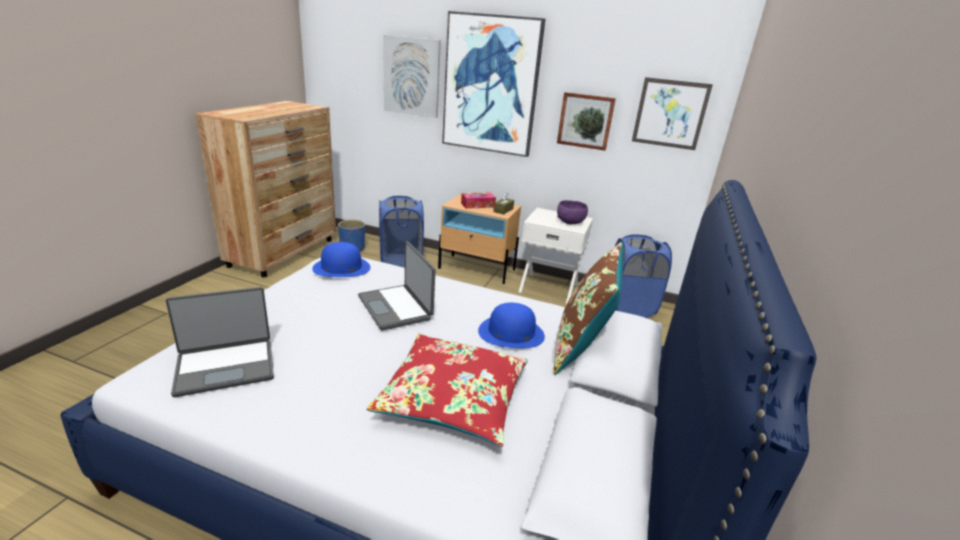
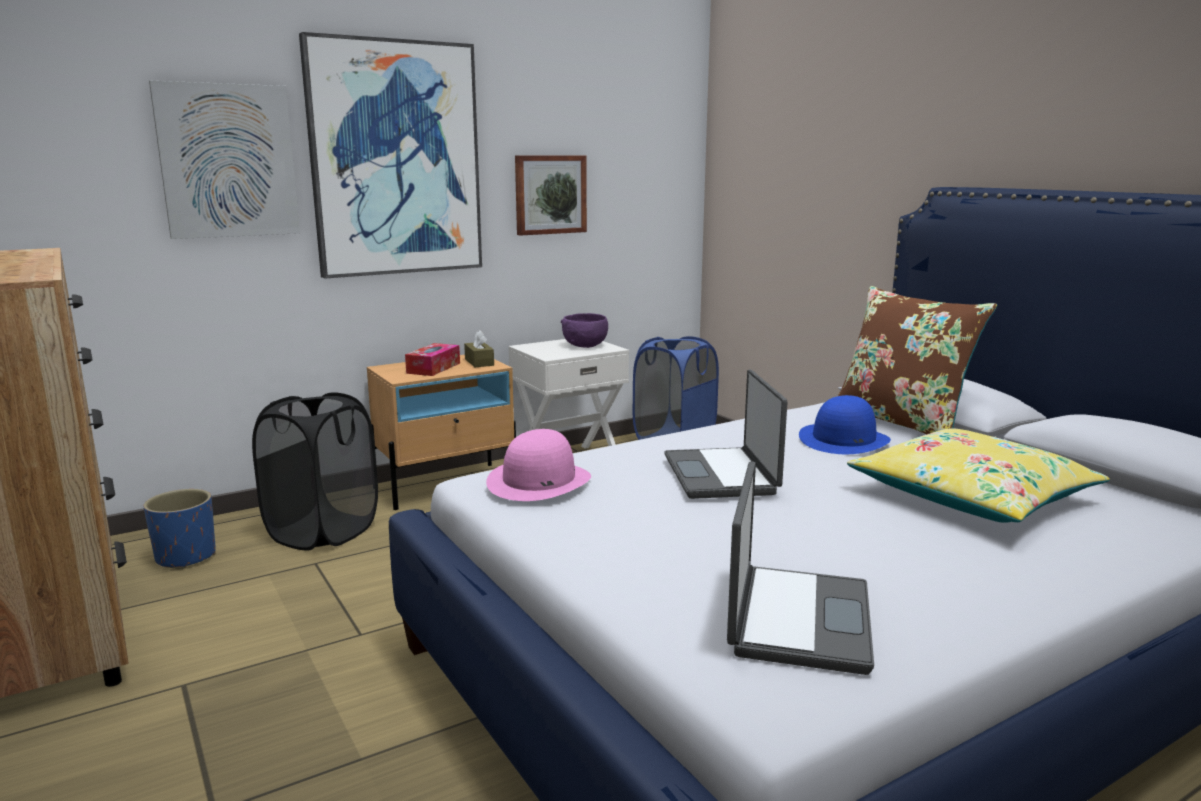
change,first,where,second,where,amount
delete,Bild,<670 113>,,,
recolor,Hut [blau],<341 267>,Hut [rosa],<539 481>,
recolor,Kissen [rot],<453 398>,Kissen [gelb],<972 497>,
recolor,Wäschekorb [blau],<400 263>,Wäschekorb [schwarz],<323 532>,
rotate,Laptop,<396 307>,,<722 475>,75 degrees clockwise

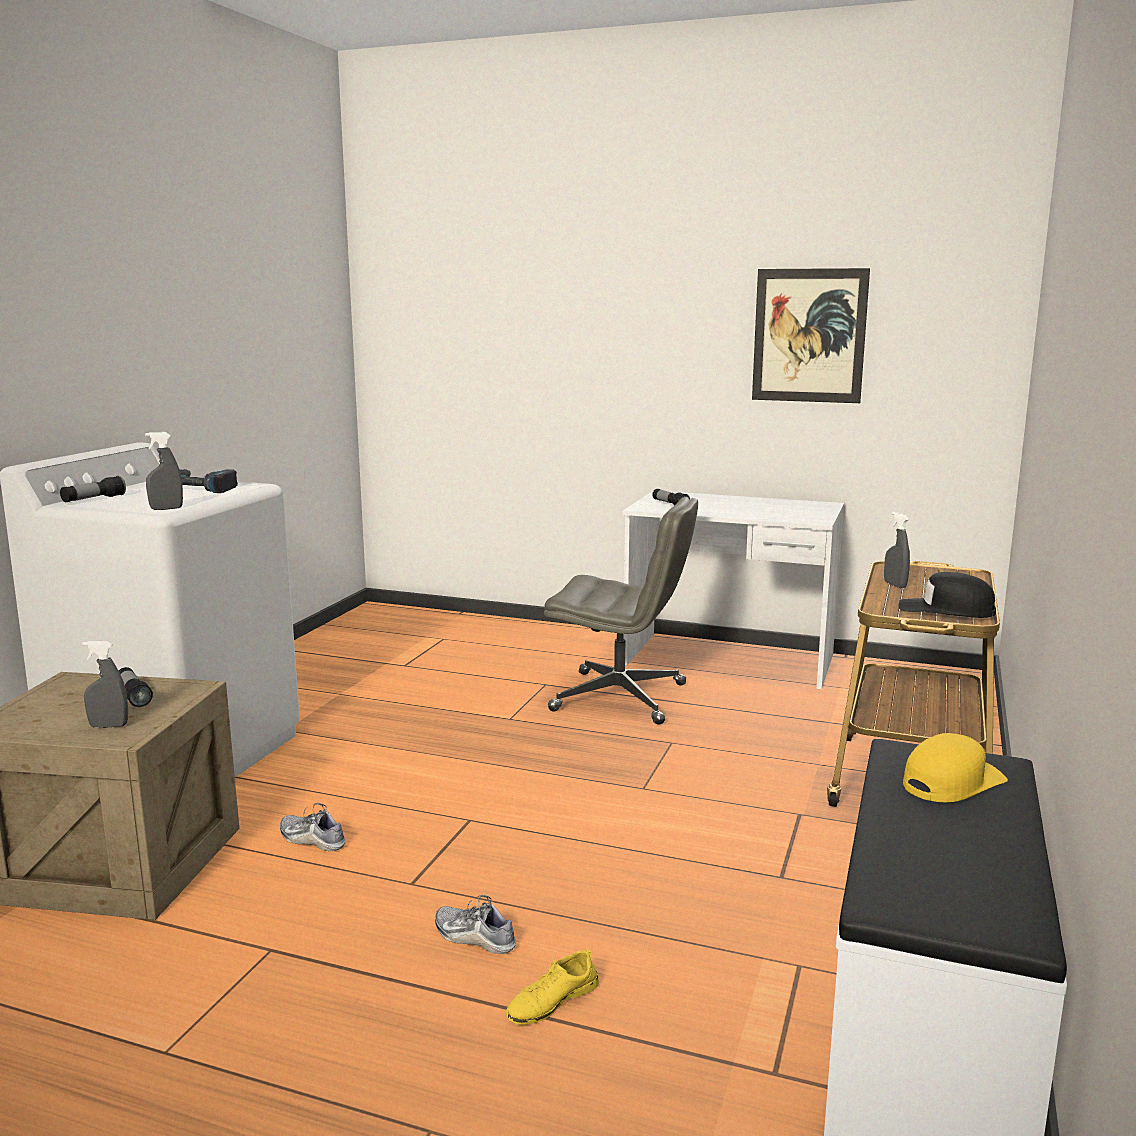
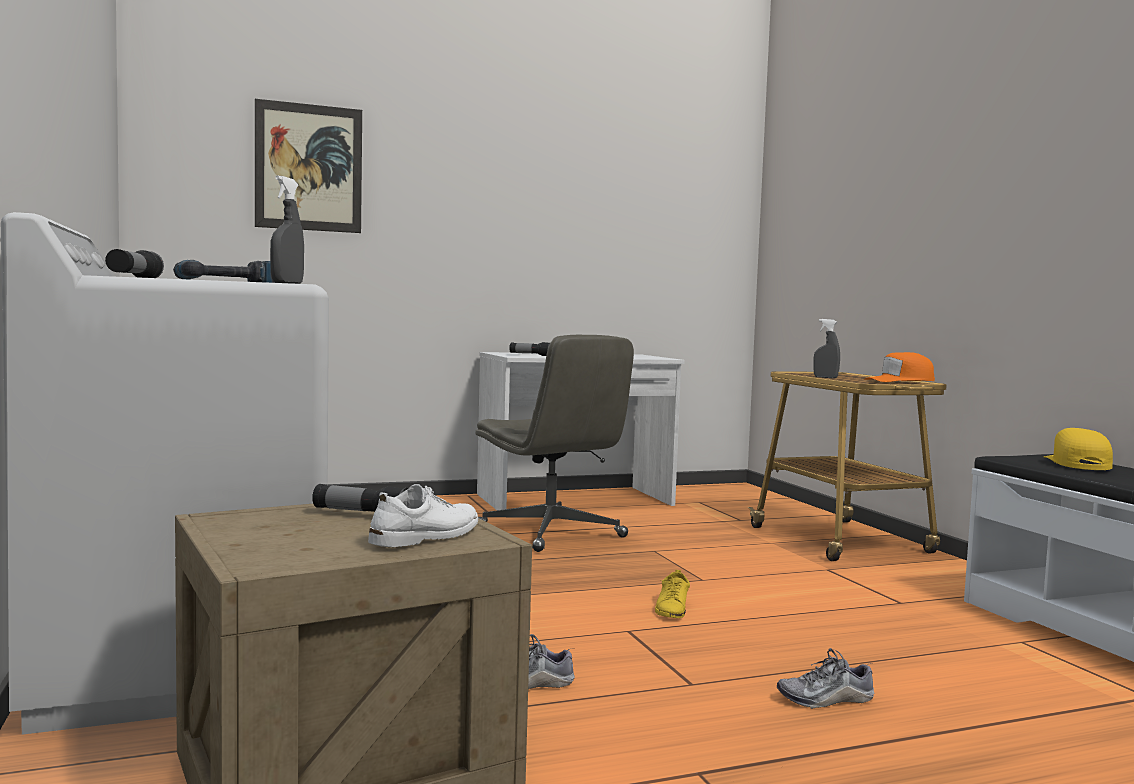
change,first,where,second,where,amount
move,Schuh [gelb],<552 1001>,,<672 608>,
move,Bild,<809 336>,,<309 167>,
replace,Sprühflasche [grau],<109 726>,Schuh [weiß],<427 535>,
recolor,Kappe [schwarz],<946 610>,Kappe [orange],<900 381>,
rotate,Bürostuhl [grau],<621 697>,,<551 533>,75 degrees clockwise

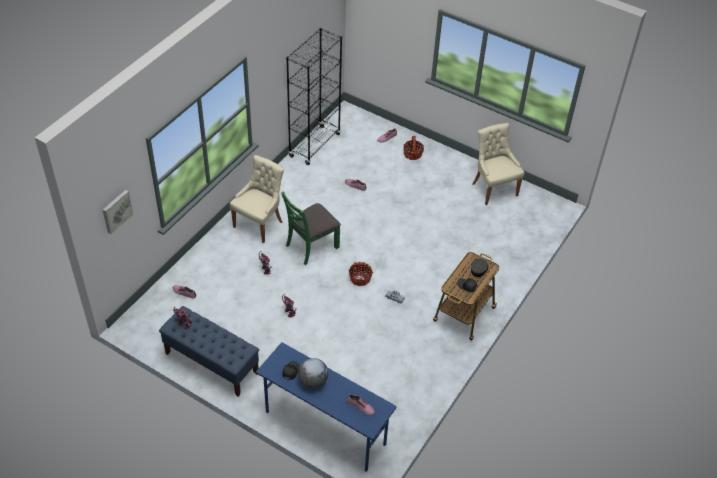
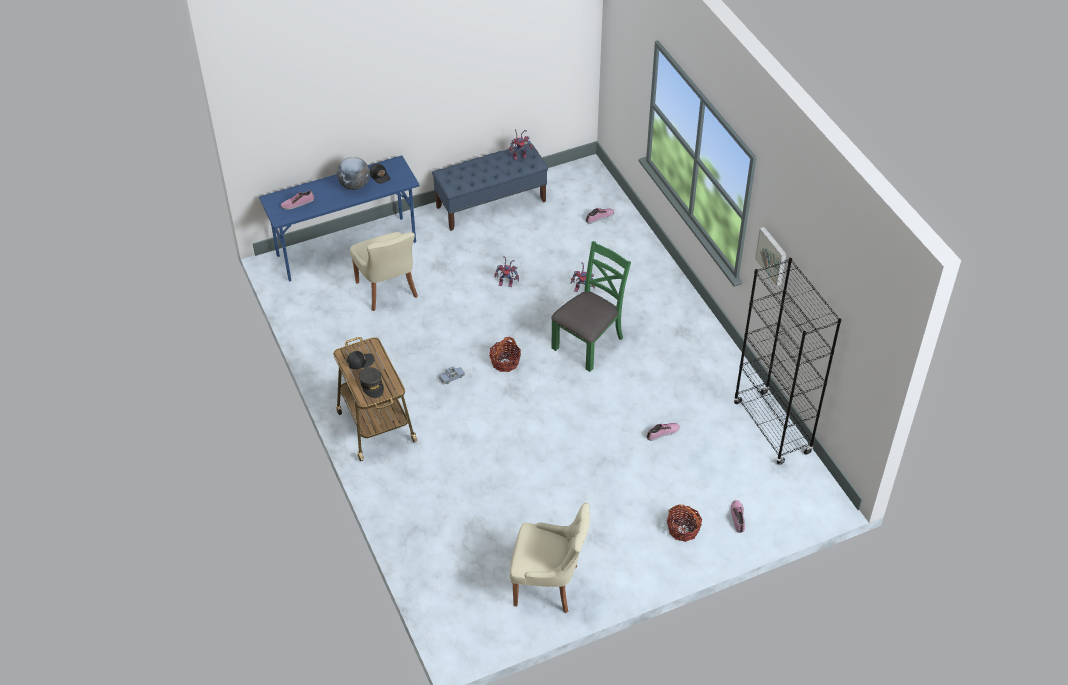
change,first,where,second,where,amount
move,Bild,<116 211>,,<772 255>,
move,Stuhl [beige],<259 223>,,<388 291>,
rotate,Stuhl [grün],<311 246>,,<588 343>,45 degrees clockwise

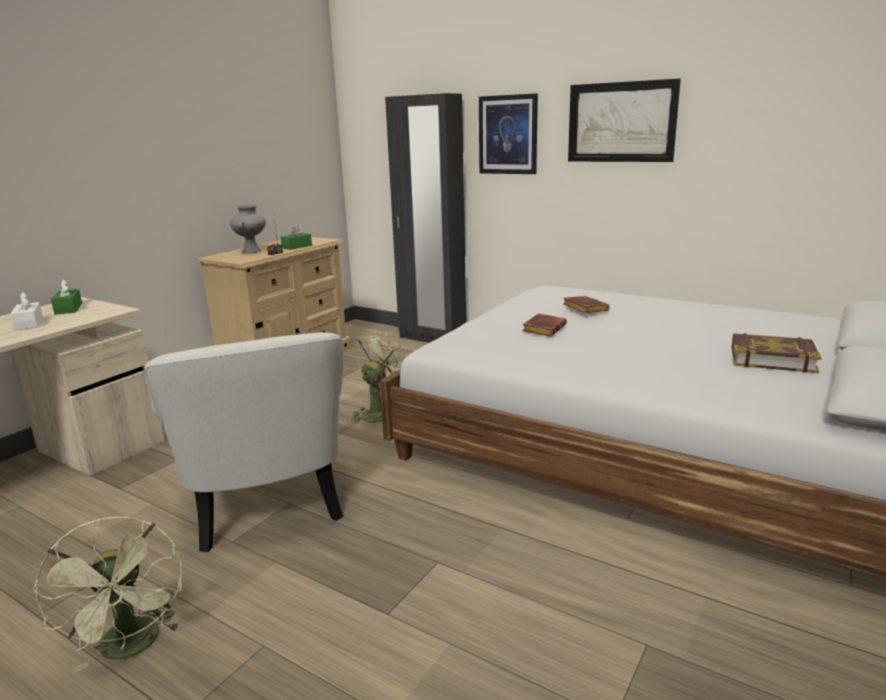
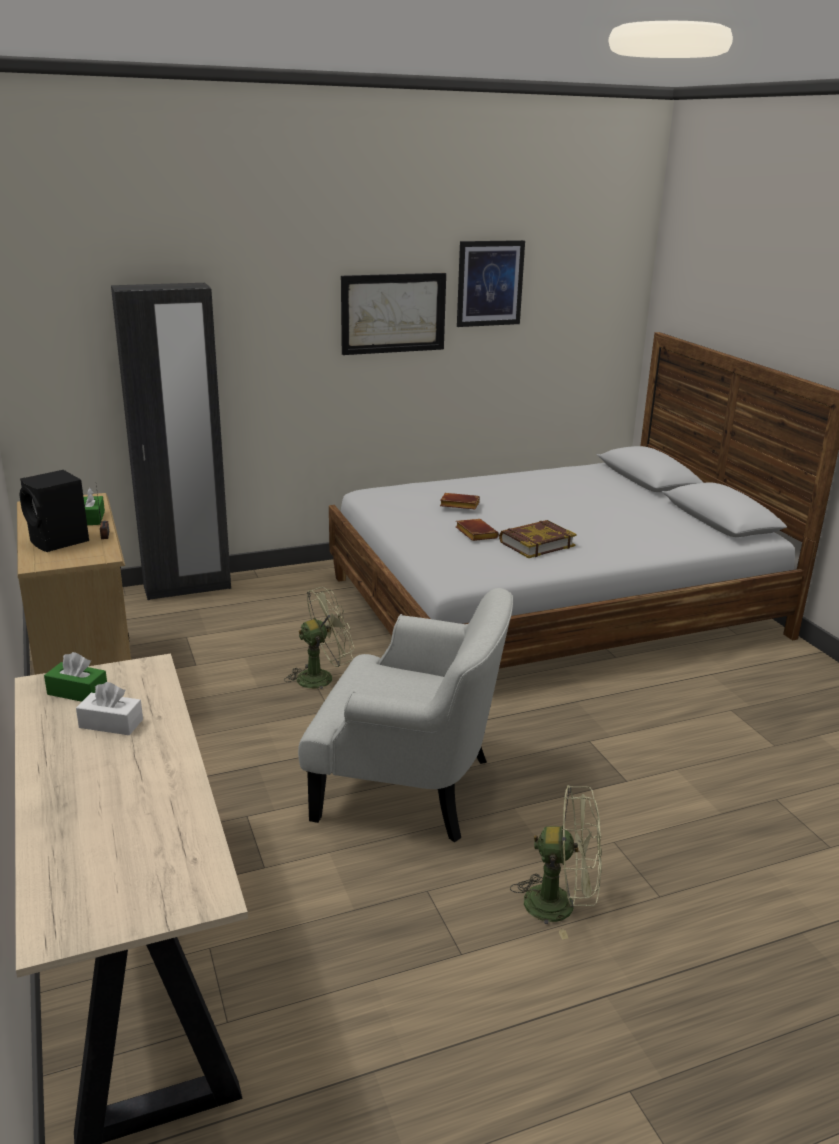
change,first,where,second,where,amount
move,Bild,<508 135>,,<489 283>,
move,Buch,<772 359>,,<536 544>,
replace,Vase [grau],<252 251>,Lautsprecher [schwarz],<59 542>,
rotate,Ventilator [grün],<381 413>,,<322 677>,75 degrees clockwise

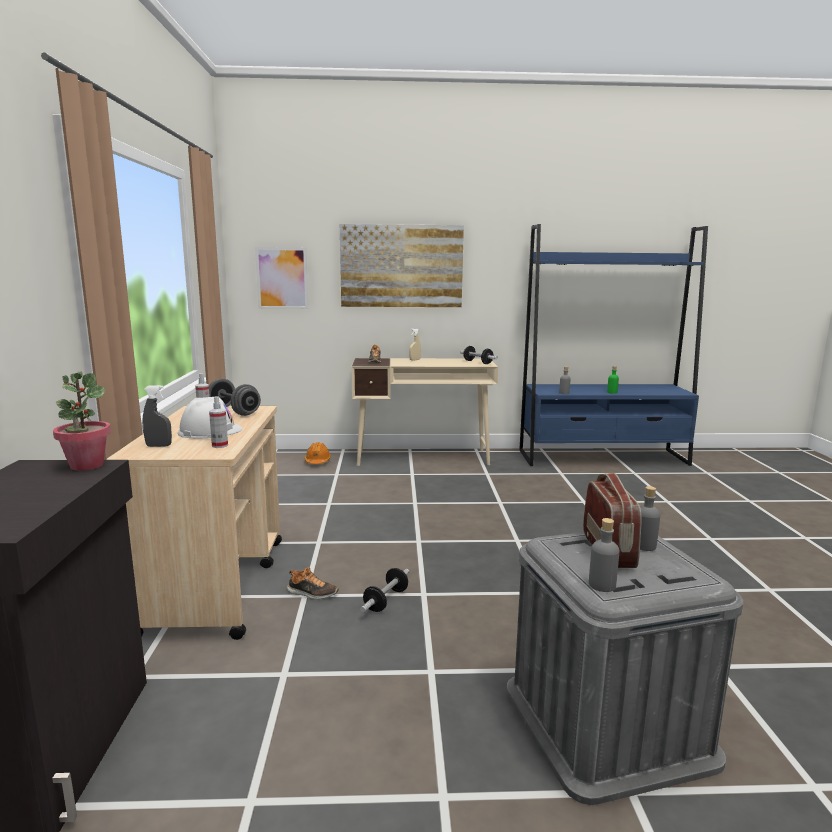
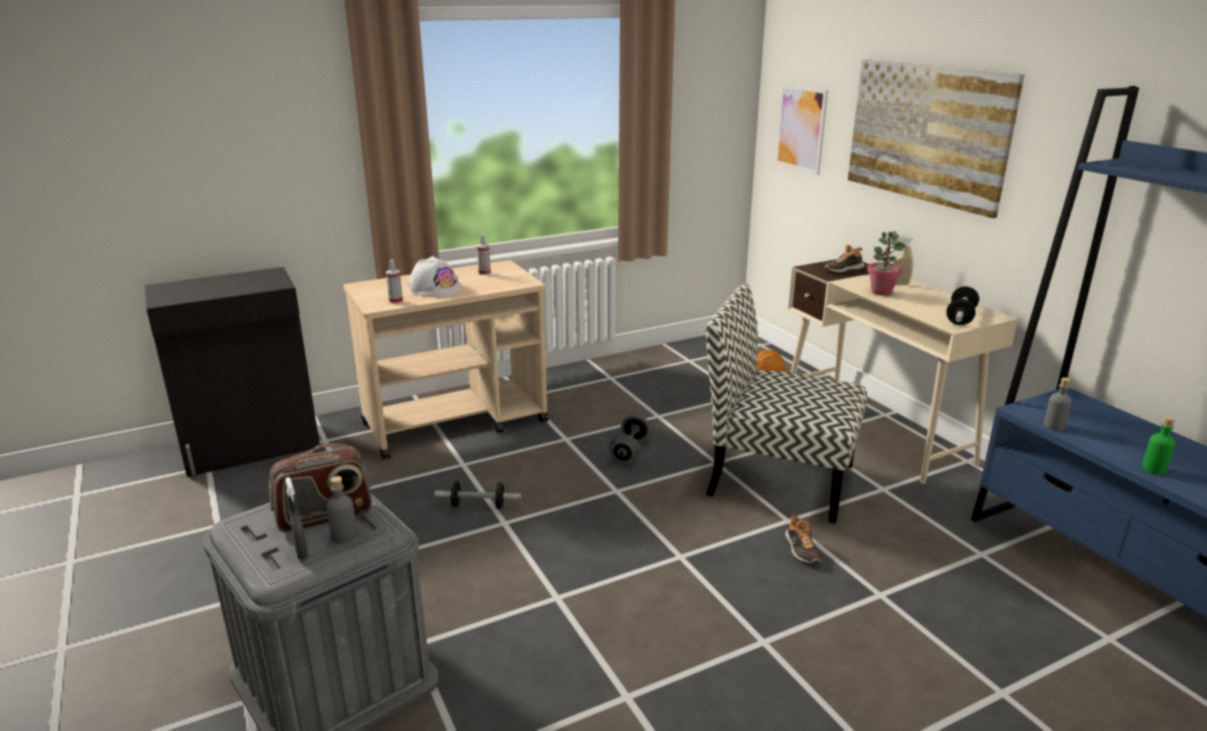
change,first,where,second,where,amount
delete,Flasche [grau],<602 585>,,,
insert,,,Stuhl,<777 479>,
move,Topfpflanze,<86 465>,,<881 292>,
move,Sprühflasche [grau],<158 446>,,<301 552>,
move,Hantel [grau],<234 411>,,<630 451>,
move,Schuh,<312 593>,,<801 549>,

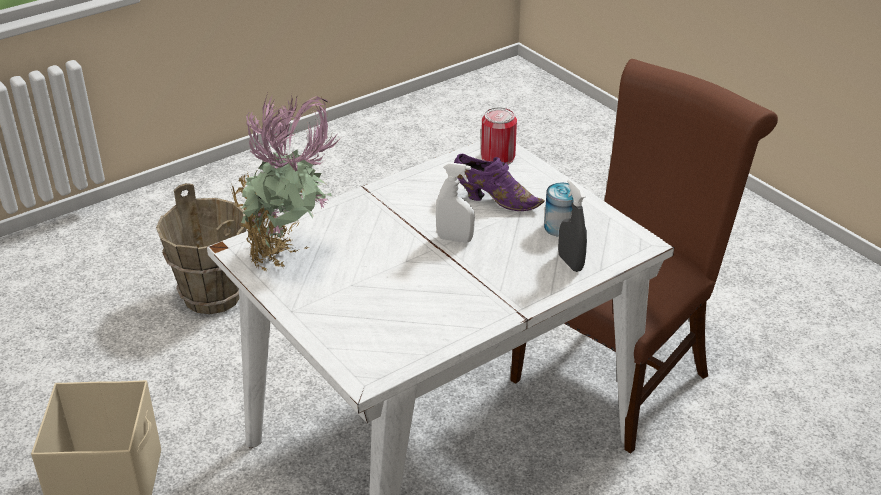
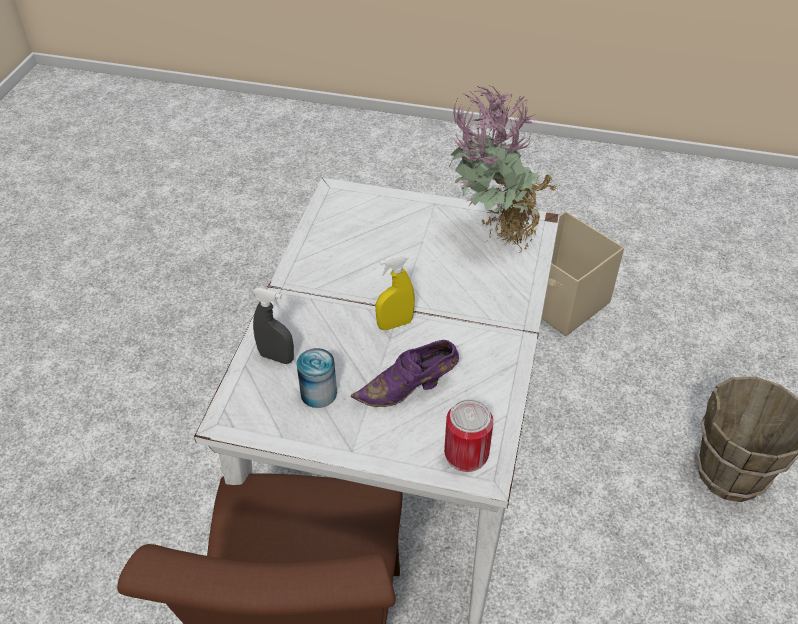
change,first,where,second,where,amount
recolor,Sprühflasche [weiß],<455 239>,Sprühflasche [gelb],<395 324>,

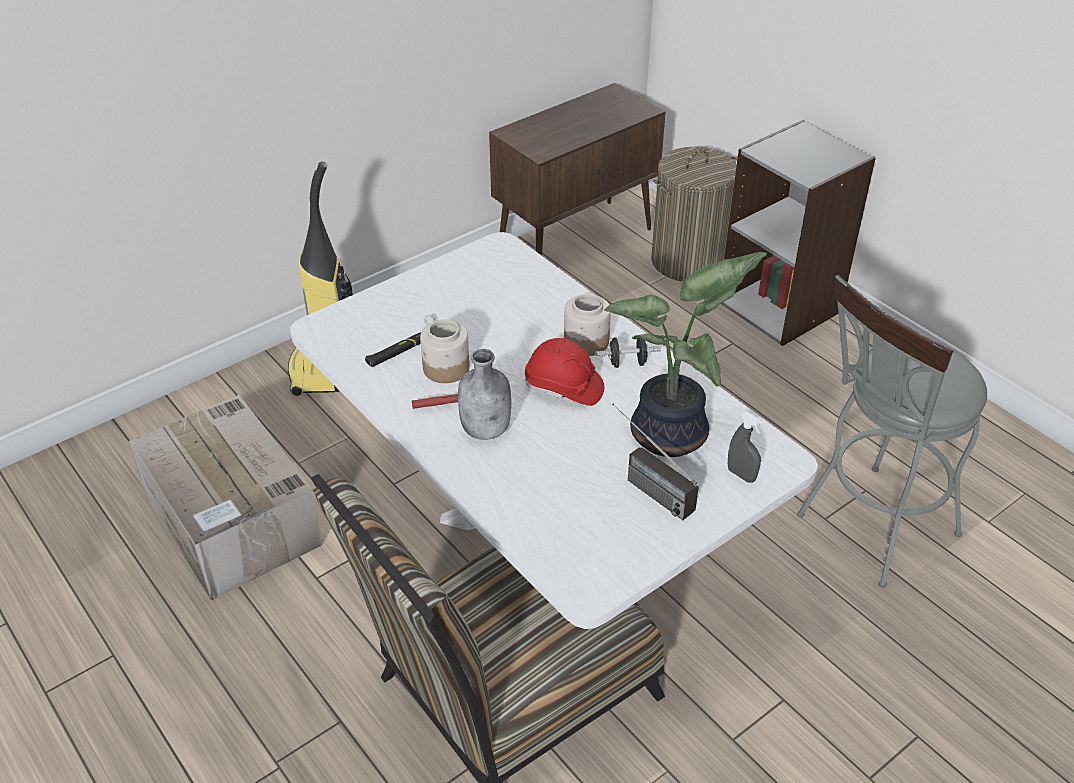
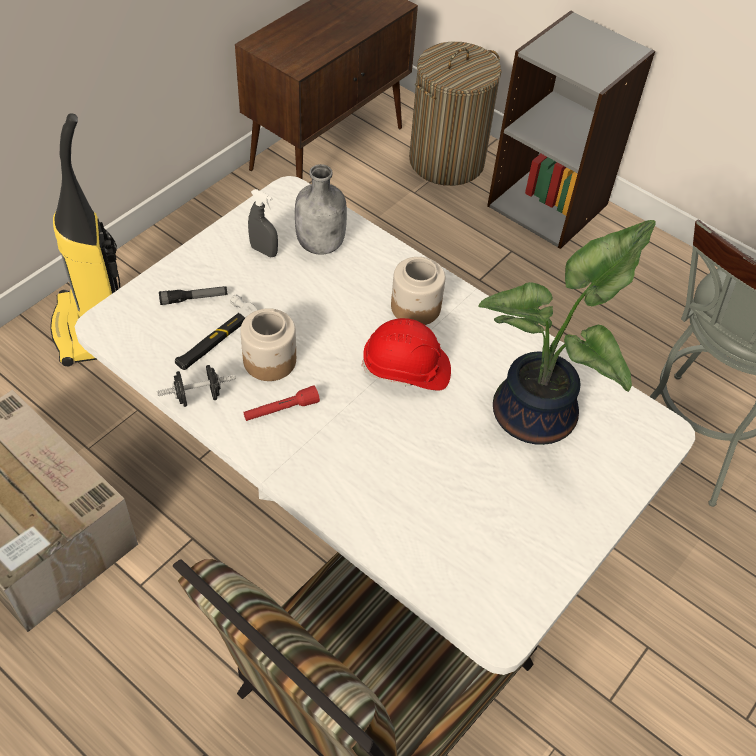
change,first,where,second,where,amount
delete,Radio,<644 485>,,,
insert,,,Taschenlampe,<194 299>,
move,Flasche [grau],<487 429>,,<321 244>,
move,Hantel [schwarz],<627 363>,,<198 396>,
move,Sprühflasche [grau],<741 475>,,<264 251>,

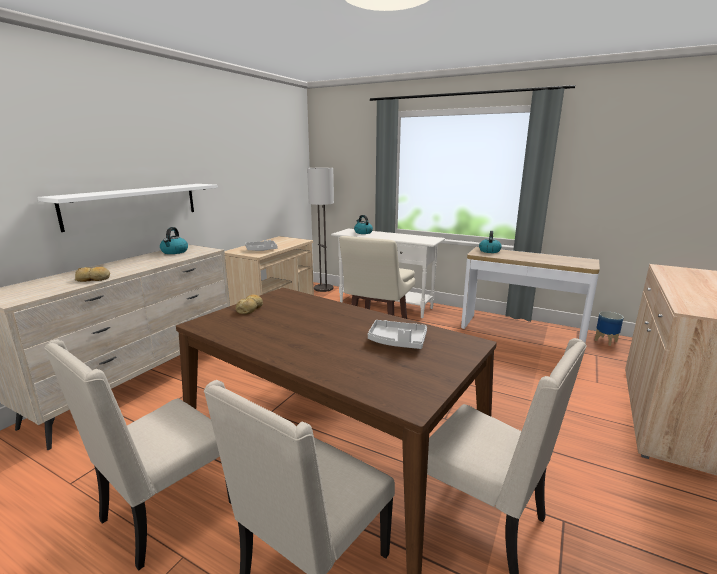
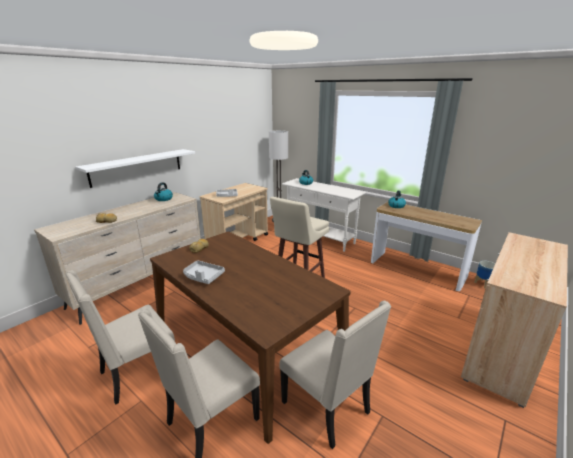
change,first,where,second,where,amount
move,Tablett [grau],<397 342>,,<203 276>,

